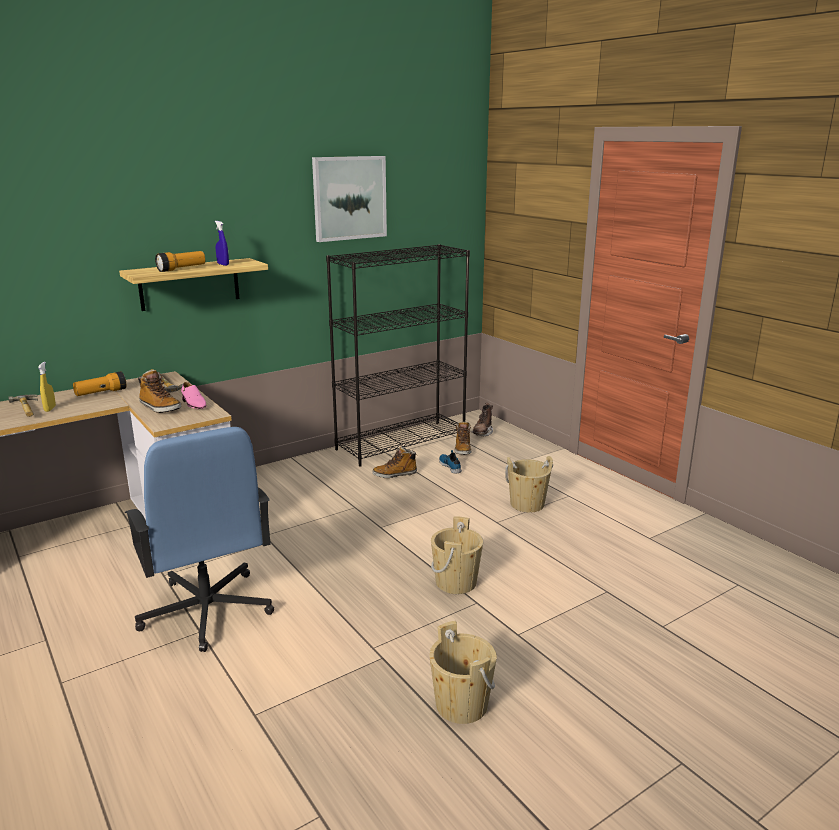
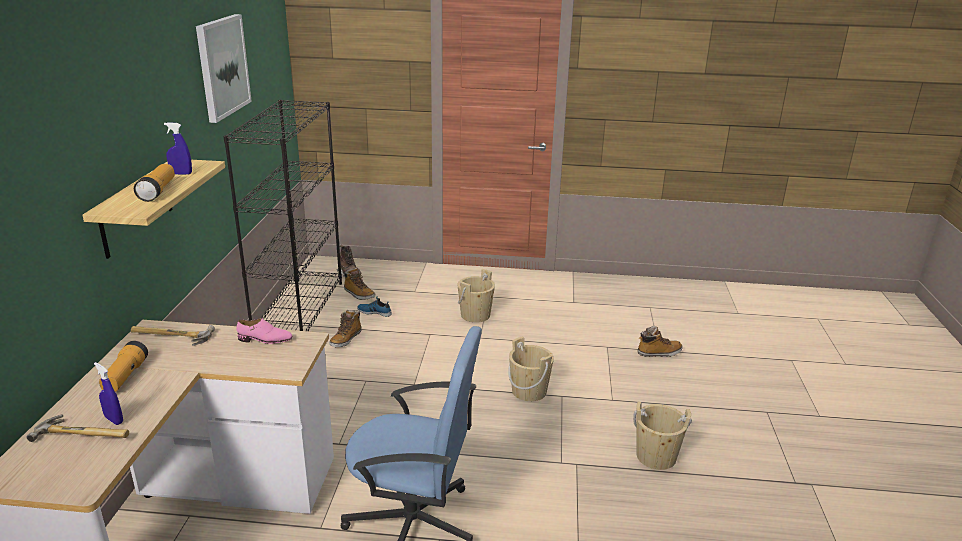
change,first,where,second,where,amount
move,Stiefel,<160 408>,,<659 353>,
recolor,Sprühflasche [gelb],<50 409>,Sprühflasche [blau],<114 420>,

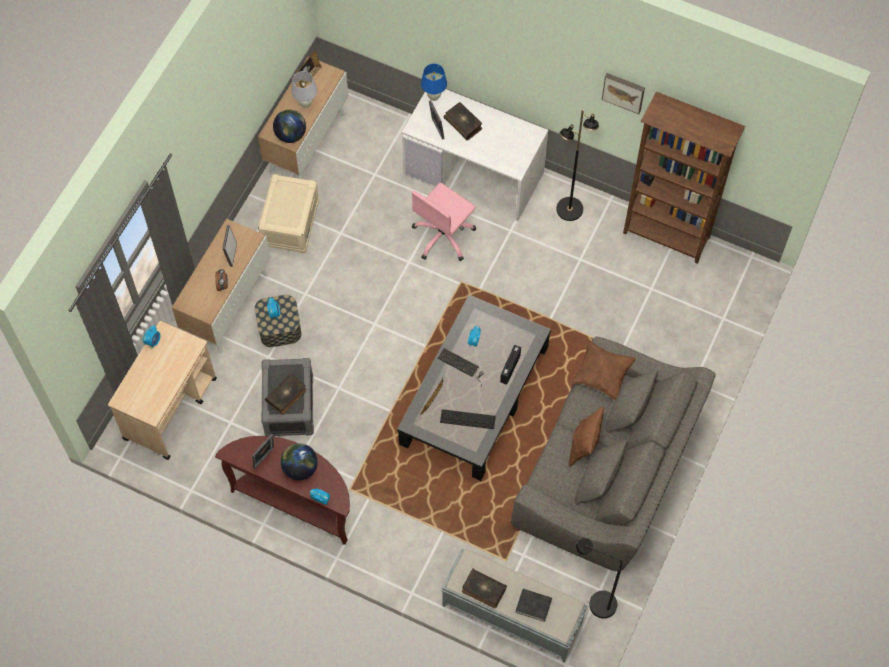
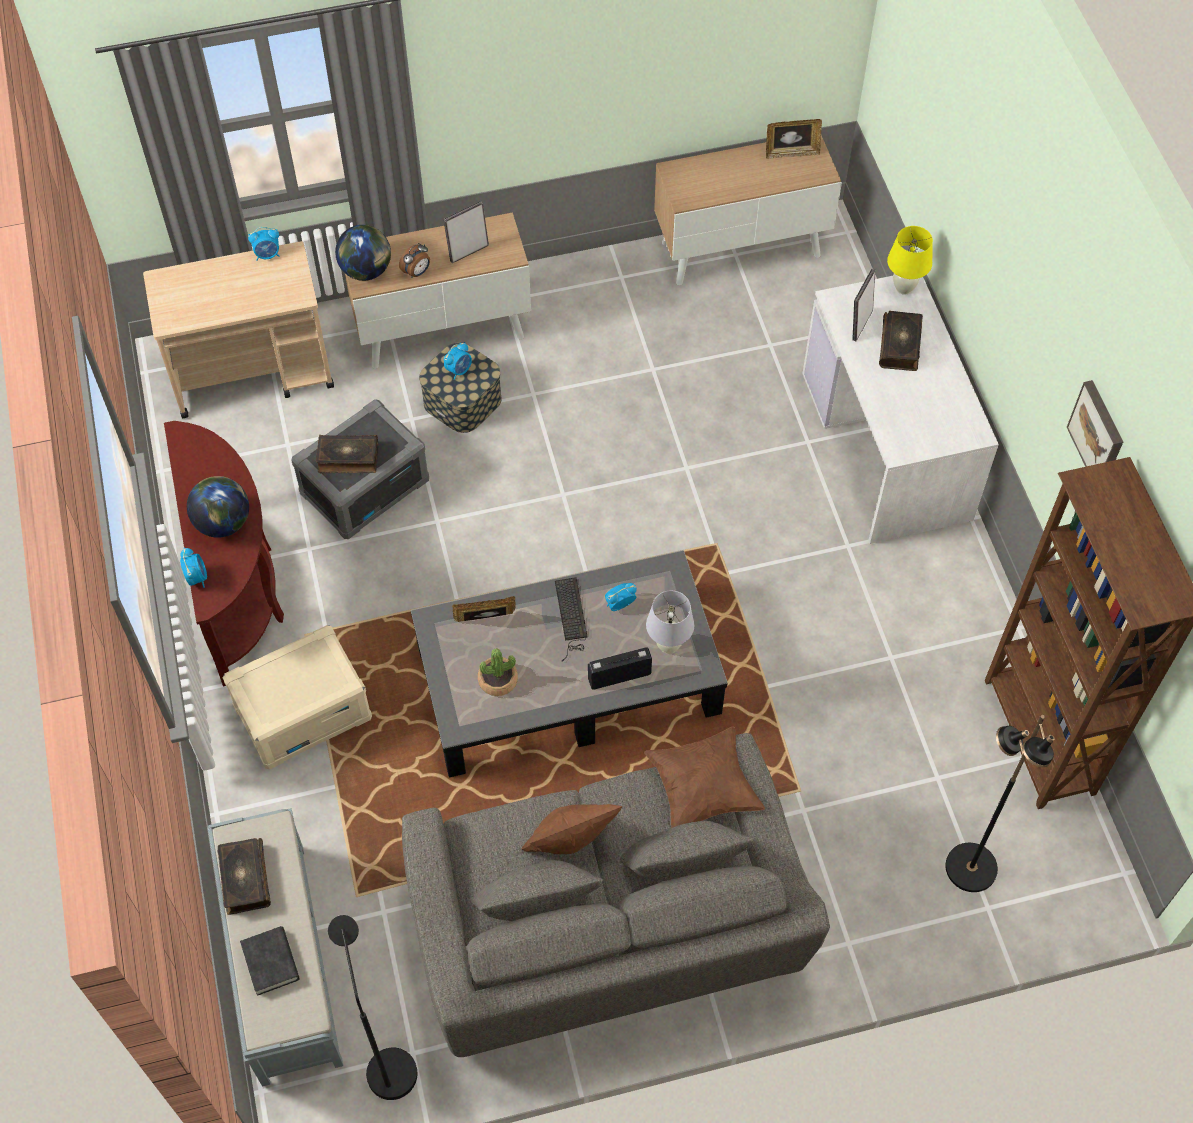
change,first,where,second,where,amount
delete,Bilderrahmen,<264 458>,,,
delete,Bürostuhl [rosa],<443 236>,,,
move,Aufbewahrungsbox [beige],<290 223>,,<303 712>,
move,Globus,<291 135>,,<366 270>,
move,Tischlampe [weiß],<306 104>,,<668 646>,
move,Stehlampe [schwarz],<569 210>,,<970 868>,
replace,Tastatur,<467 419>,Topfpflanze,<498 680>,
recolor,Tischlampe [blau],<433 97>,Tischlampe [gelb],<903 288>,

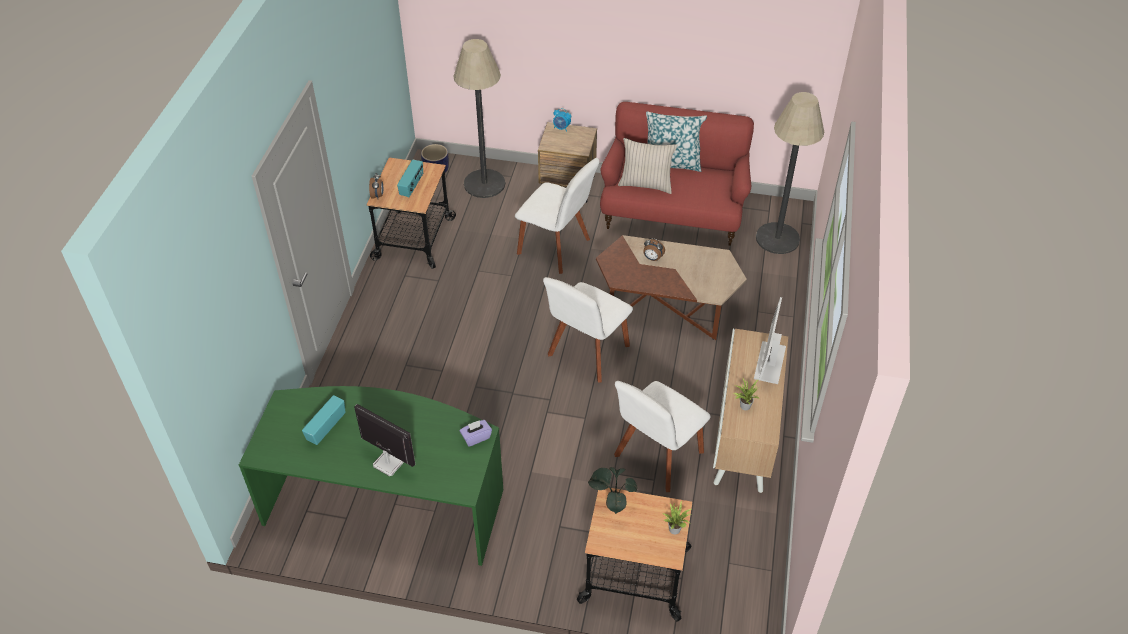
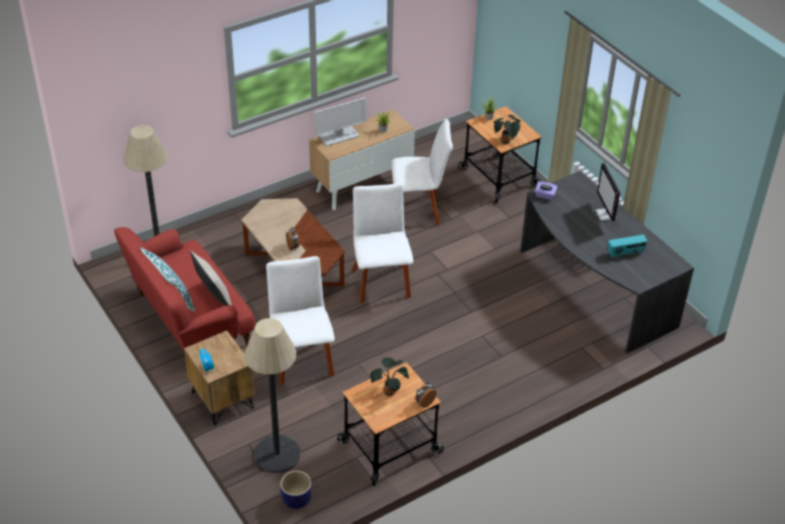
change,first,where,second,where,amount
replace,Radio,<412 186>,Topfpflanze,<390 391>,
recolor,Schreibtisch [grün],<386 501>,Schreibtisch [grau],<593 290>,
rotate,Stuhl [weiß],<586 353>,,<381 281>,90 degrees counterclockwise

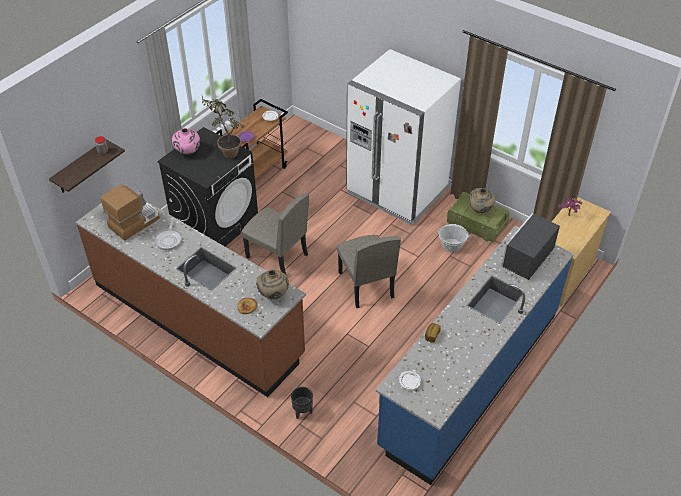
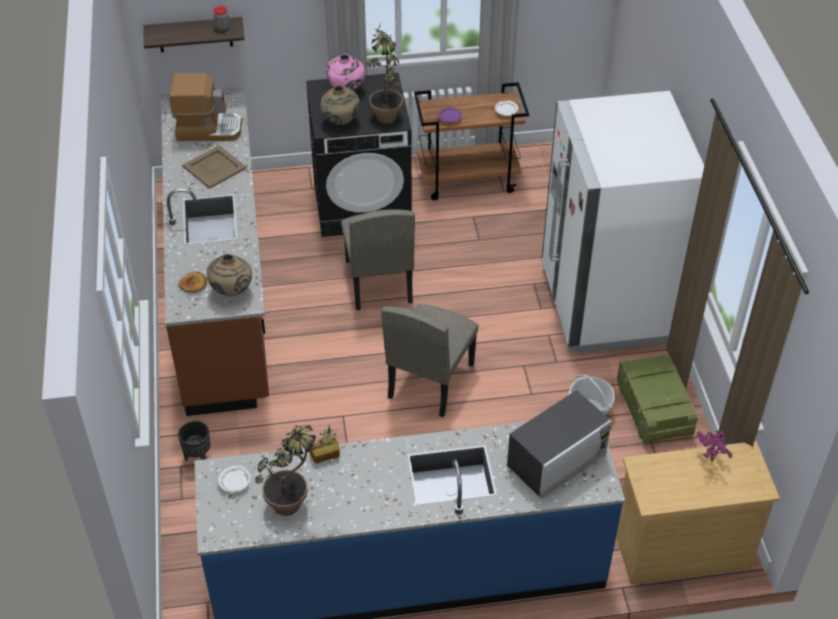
change,first,where,second,where,amount
insert,,,Topfpflanze,<297 503>,
move,Vase [beige],<480 210>,,<341 122>,
replace,Pfanne,<169 240>,Tablett [beige],<215 167>,
rotate,Mikrowelle,<527 258>,,<557 460>,150 degrees clockwise

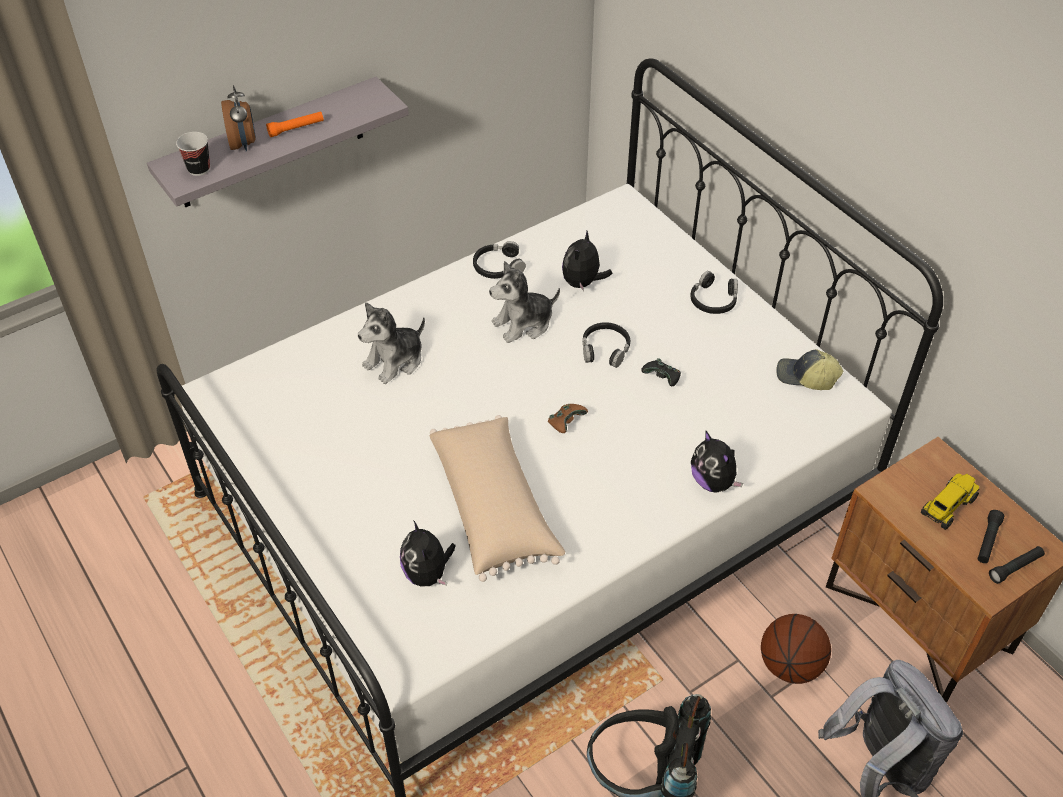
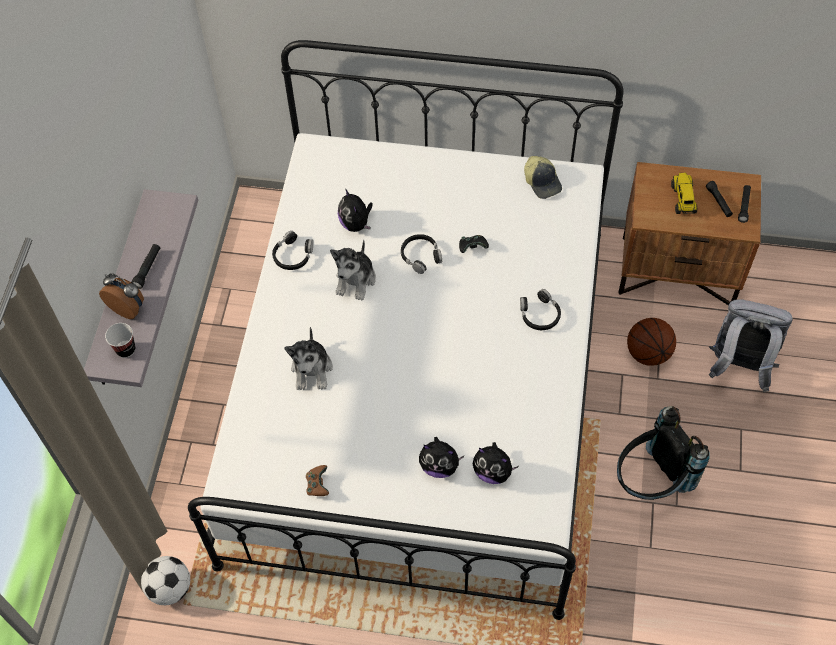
change,first,where,second,where,amount
delete,Kissen [beige],<494 507>,,,
insert,,,Fußball,<170 588>,
move,Gamepad [braun],<566 423>,,<317 485>,
move,Kopfhörer [schwarz],<713 300>,,<539 314>,
move,Plüschtier,<713 481>,,<439 466>,
recolor,Taschenlampe [orange],<296 129>,Taschenlampe [schwarz],<147 269>,
rotate,Kappe,<806 377>,,<542 182>,90 degrees counterclockwise

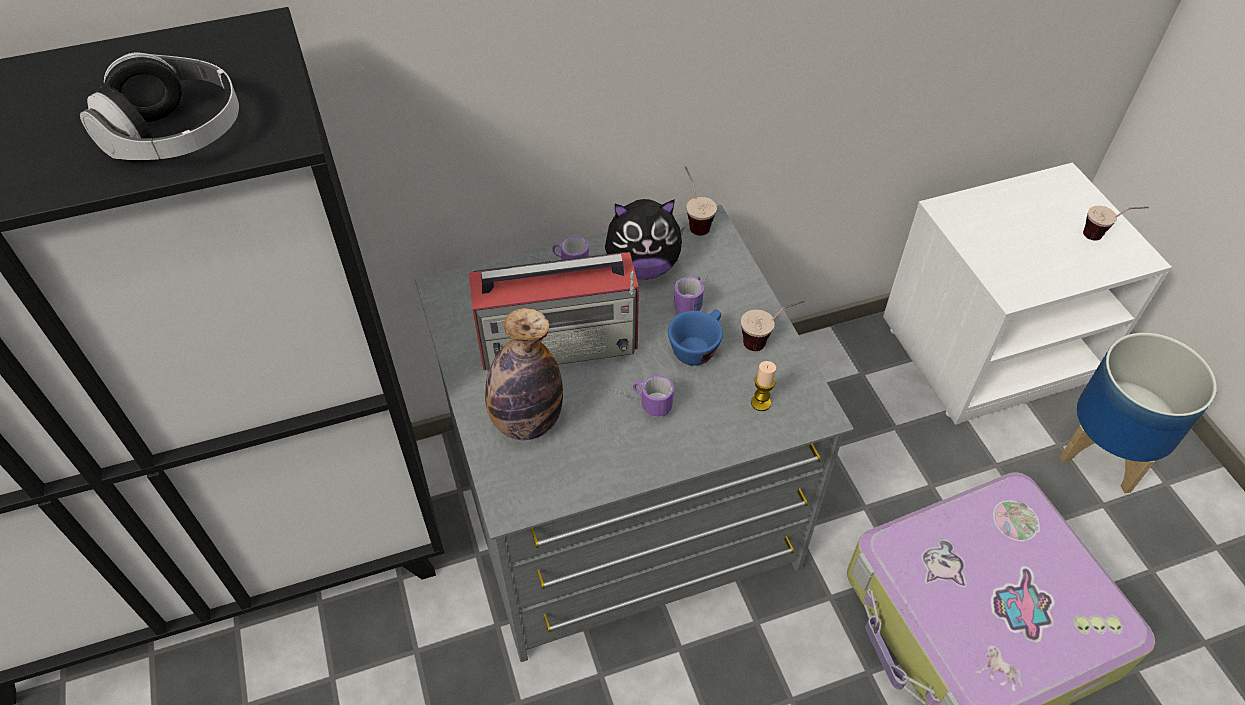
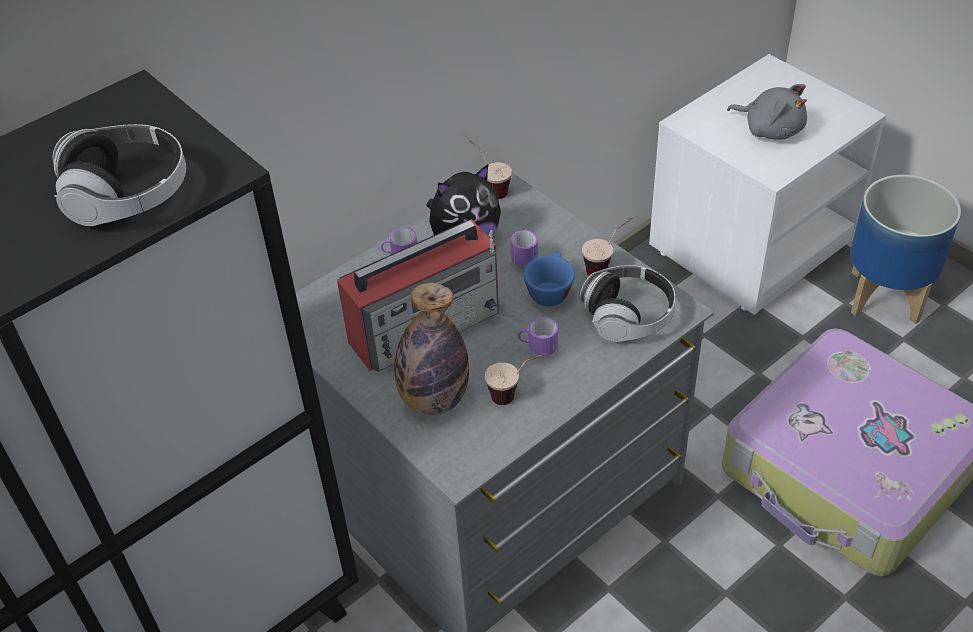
change,first,where,second,where,amount
insert,,,Plüschtier [grau],<770 129>,
move,Tasse,<1104 236>,,<516 395>,
replace,Kerze,<760 403>,Kopfhörer,<628 316>,

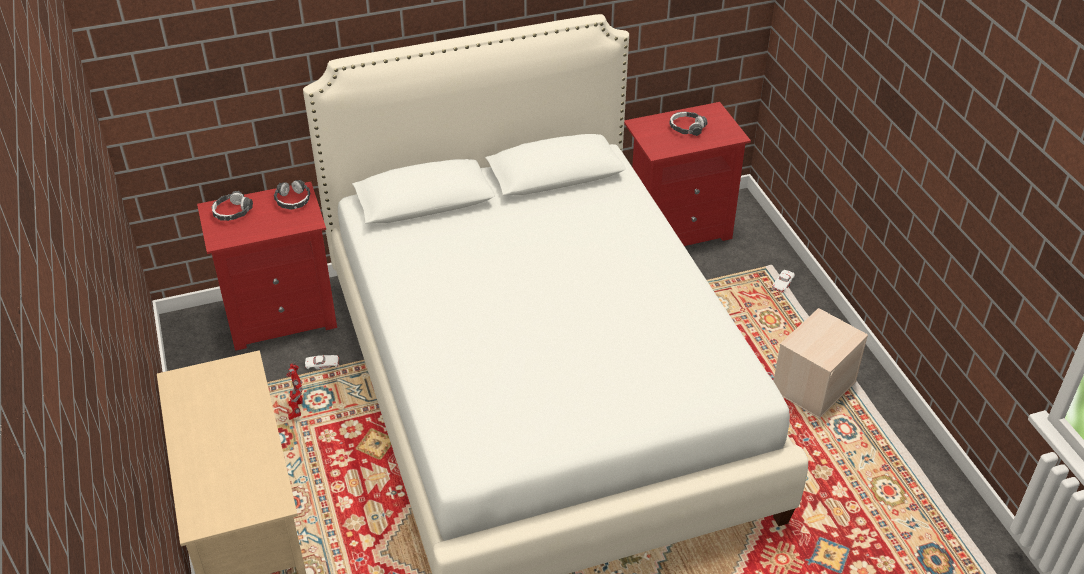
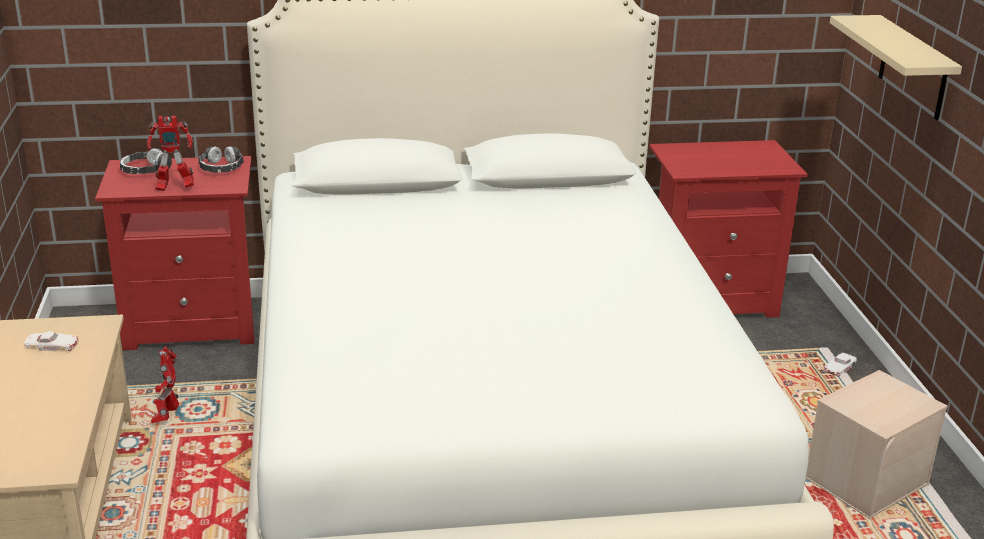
change,first,where,second,where,amount
delete,Kopfhörer,<687 128>,,,
insert,,,Spielzeugroboter,<174 188>,
insert,,,Wandregal [beige],<913 68>,
move,Spielzeugauto [weiß],<322 364>,,<52 345>,

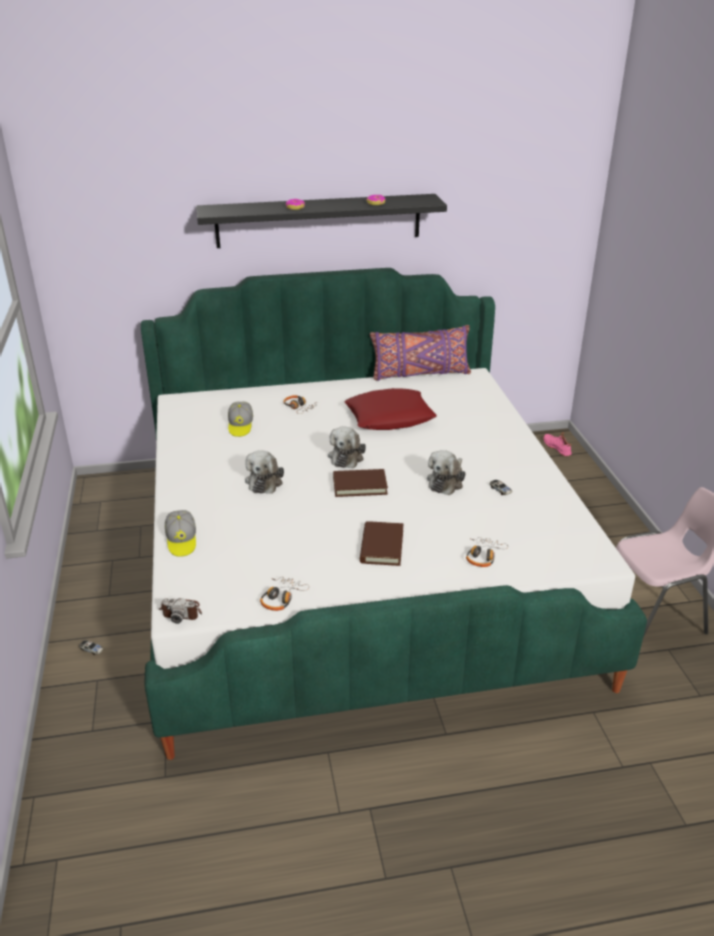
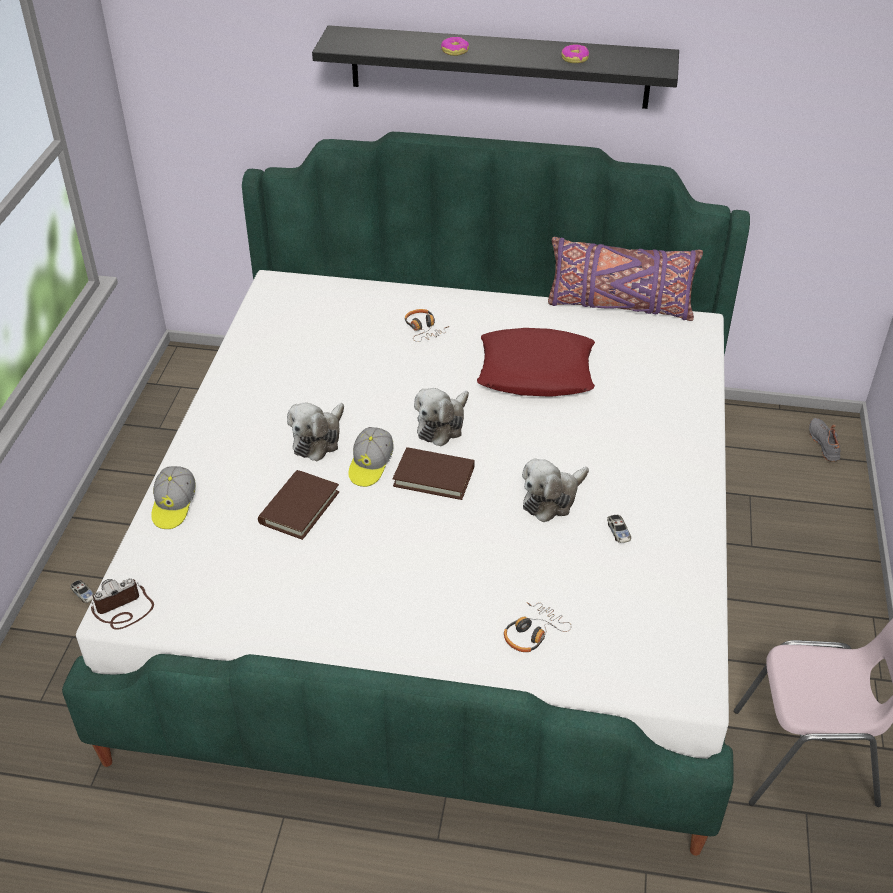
change,first,where,second,where,amount
delete,Kopfhörer,<281 598>,,,
move,Kappe,<240 426>,,<370 465>,
move,Buch [braun],<381 546>,,<299 507>,
recolor,Schuh [rosa],<557 448>,Schuh [grau],<825 443>,
rotate,Kamera,<181 612>,,<123 610>,120 degrees clockwise

